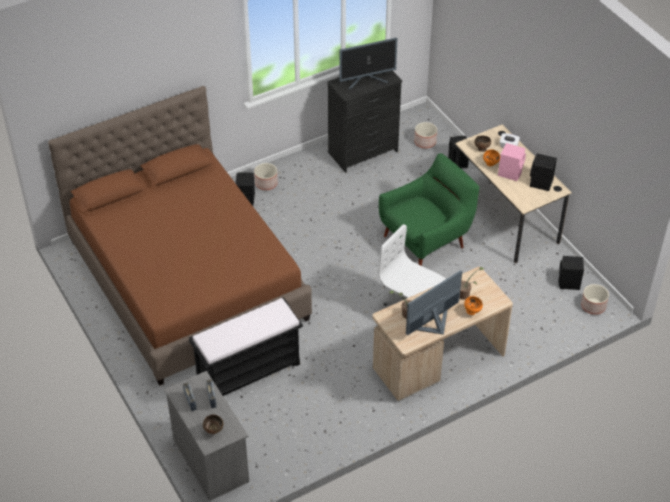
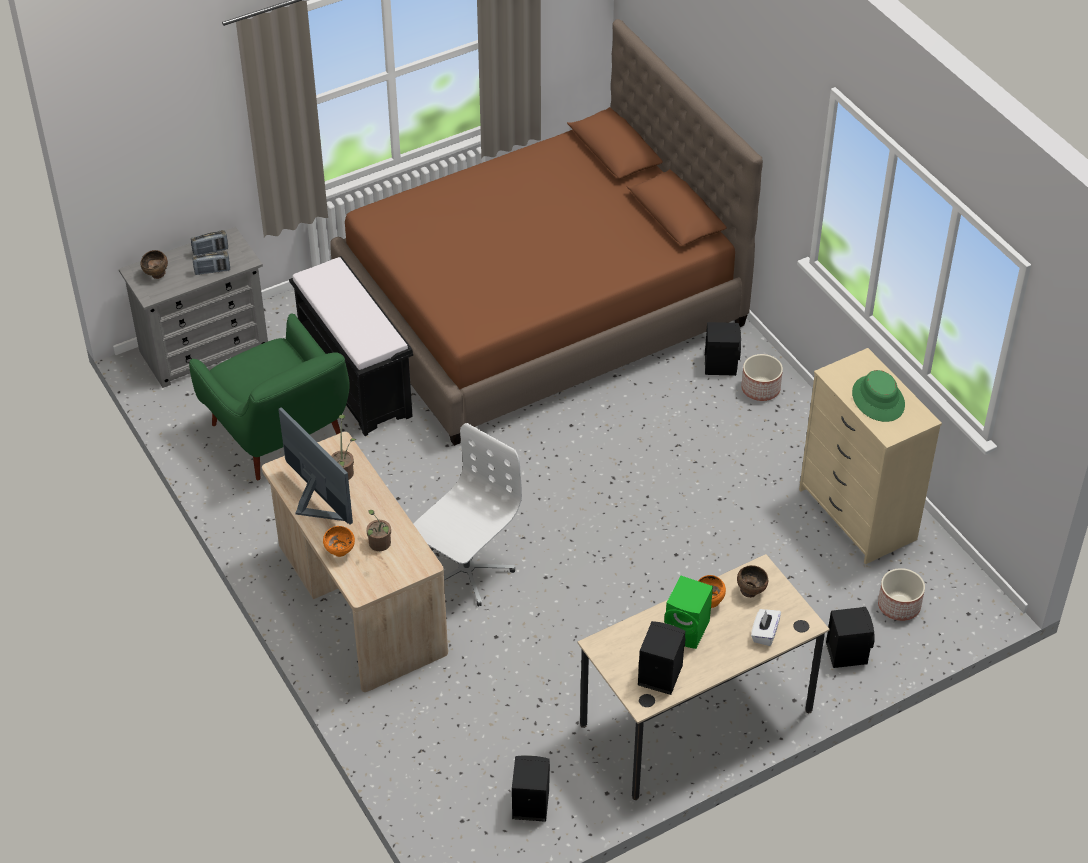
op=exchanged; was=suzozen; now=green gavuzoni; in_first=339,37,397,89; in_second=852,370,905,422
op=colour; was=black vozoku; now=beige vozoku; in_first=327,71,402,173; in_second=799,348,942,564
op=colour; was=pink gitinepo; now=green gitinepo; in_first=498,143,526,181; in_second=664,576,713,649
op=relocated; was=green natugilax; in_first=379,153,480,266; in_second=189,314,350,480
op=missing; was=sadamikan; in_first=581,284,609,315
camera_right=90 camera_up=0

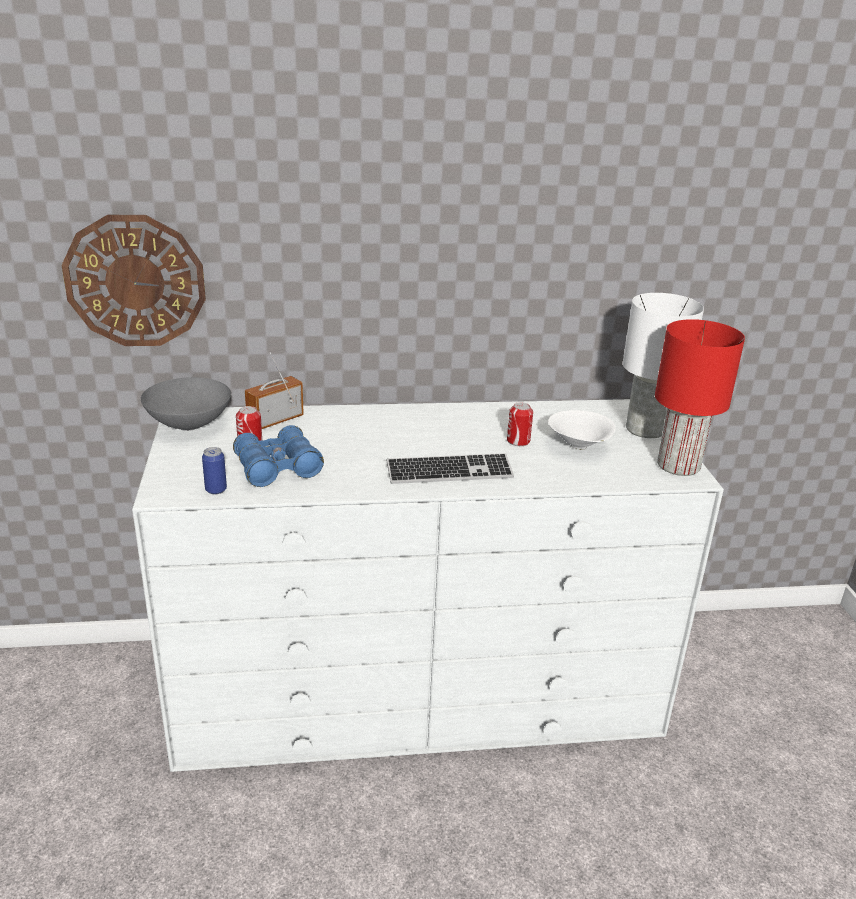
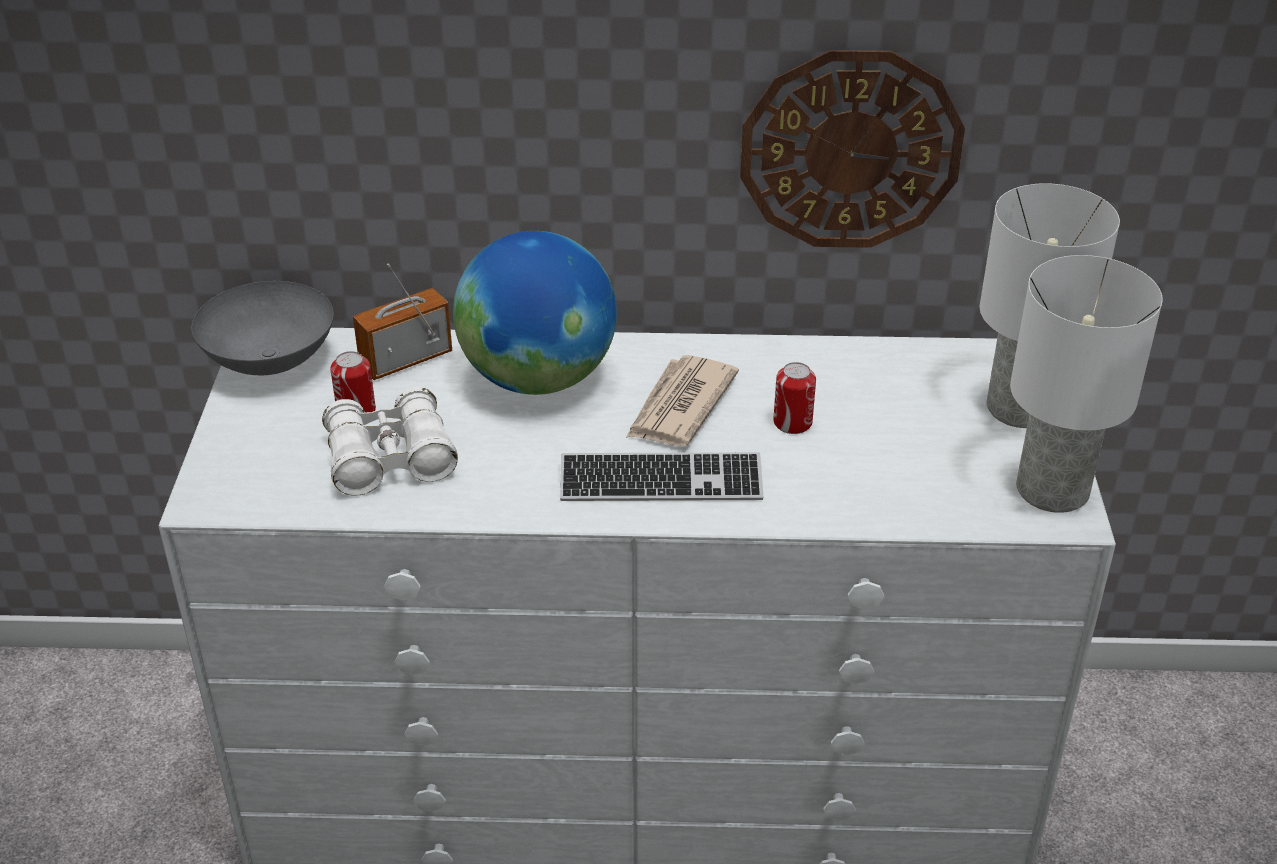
op=relocated; was=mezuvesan; in_first=61,215,206,346; in_second=740,50,965,248
op=colour; was=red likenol; now=white likenol; in_first=655,319,745,476; in_second=1010,255,1163,513
op=missing; was=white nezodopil; in_first=548,410,616,450
op=colour; was=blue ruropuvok; now=white ruropuvok; in_first=233,425,324,487; in_second=322,387,458,496
op=missing; was=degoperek; in_first=202,447,227,494
op=appeared; now=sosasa; in_second=453,231,617,395
op=appeared; now=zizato; in_second=626,355,739,446
camera_right=10 camera_up=10

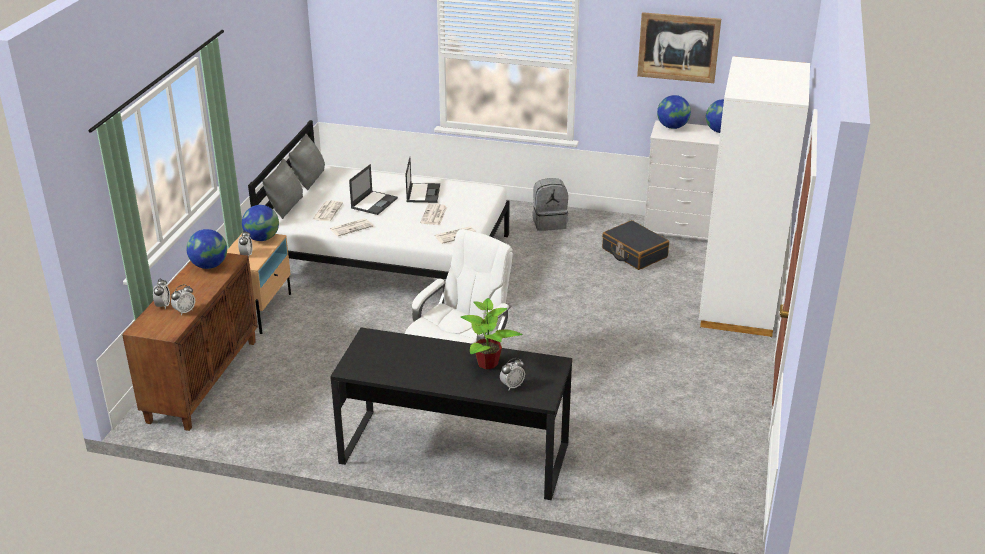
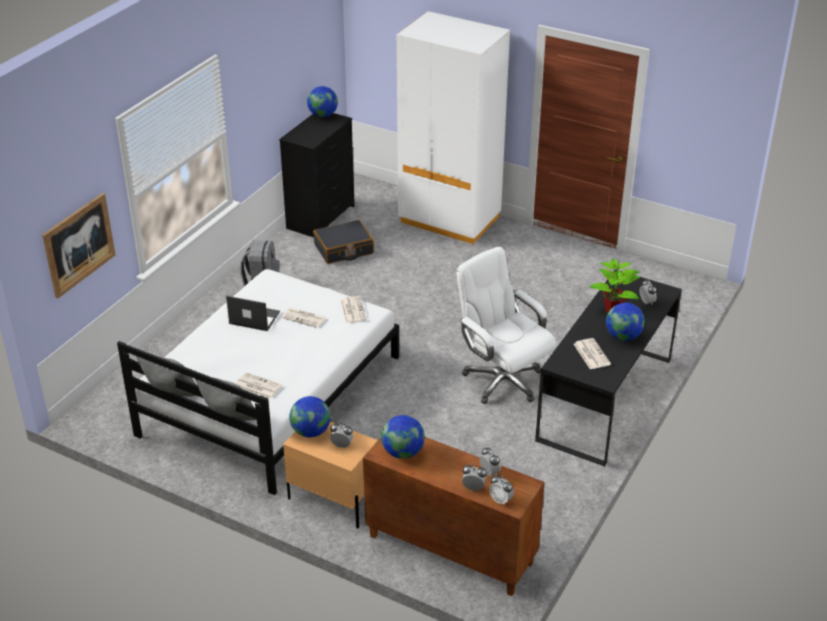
op=relocated; was=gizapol; in_first=637,12,721,83; in_second=42,193,116,299
op=relocated; was=sosasa; in_first=657,95,691,129; in_second=606,303,645,341
op=colour; was=white vozoku; now=black vozoku; in_first=644,121,720,240; in_second=279,113,355,237
op=missing; was=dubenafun; in_first=349,164,398,215
op=relocated; was=zizato; in_first=330,218,373,236; in_second=574,338,611,369
op=appeared; now=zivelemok; in_second=489,475,514,505
camera_right=-75 camera_up=5

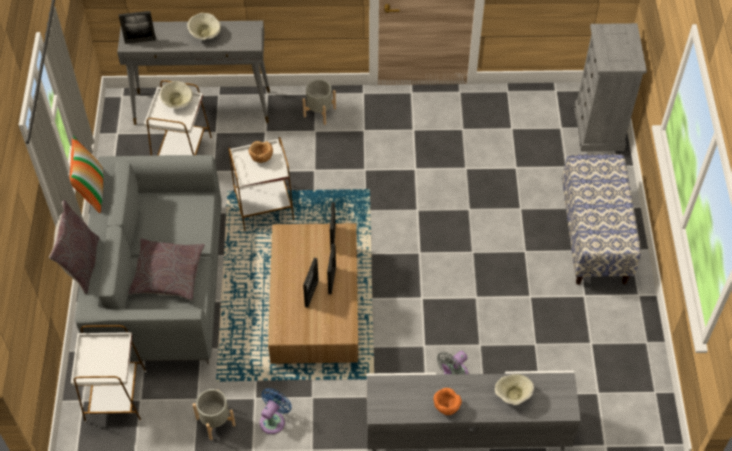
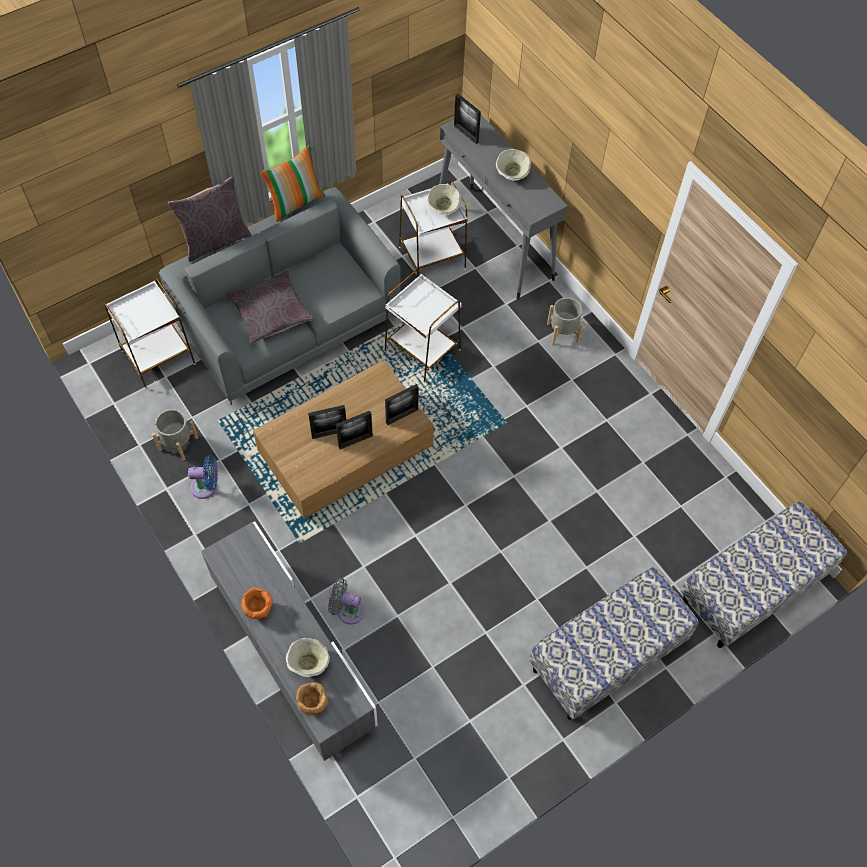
op=exchanged; was=grey vozoku; now=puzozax; in_first=574,23,647,152; in_second=680,501,847,648
op=relocated; was=brown nezodopil; in_first=249,141,273,163; in_second=296,682,329,716
camera_right=55 camera_up=5

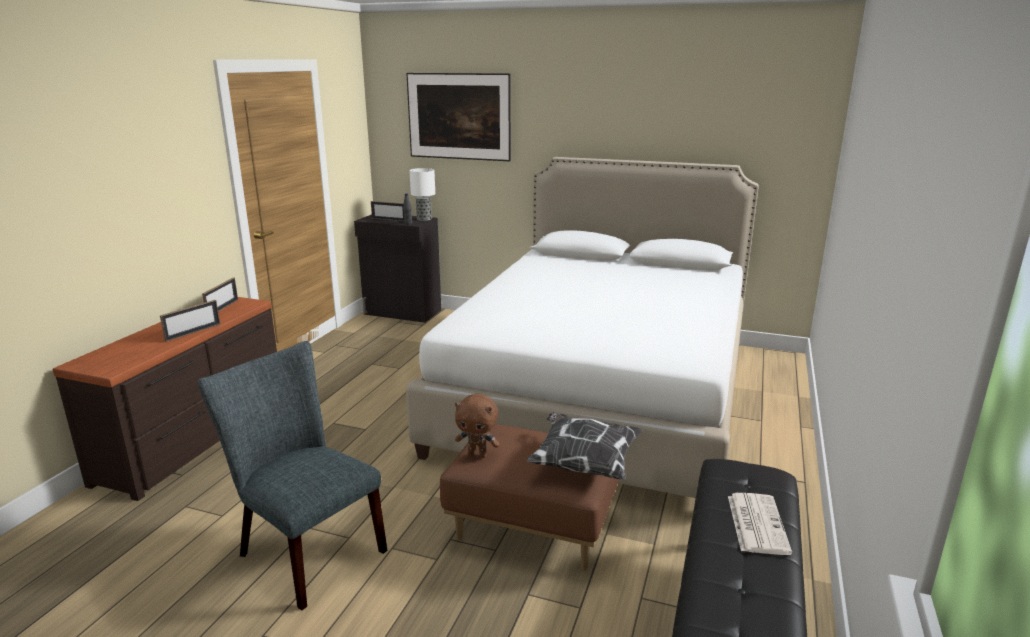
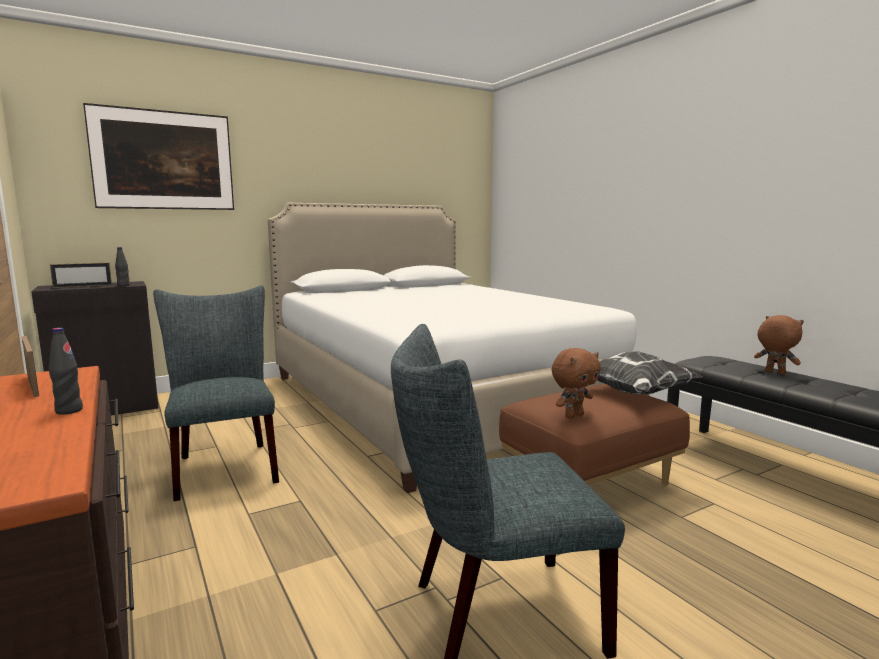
op=missing; was=likenol; in_first=409,168,435,221
op=exchanged; was=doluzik; now=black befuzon; in_first=160,300,220,342; in_second=49,328,83,415
op=exchanged; was=zizato; now=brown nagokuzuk; in_first=728,493,792,555; in_second=754,315,804,375
op=appeared; now=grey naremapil; in_second=153,285,279,501
camera_right=-50 camera_up=-10

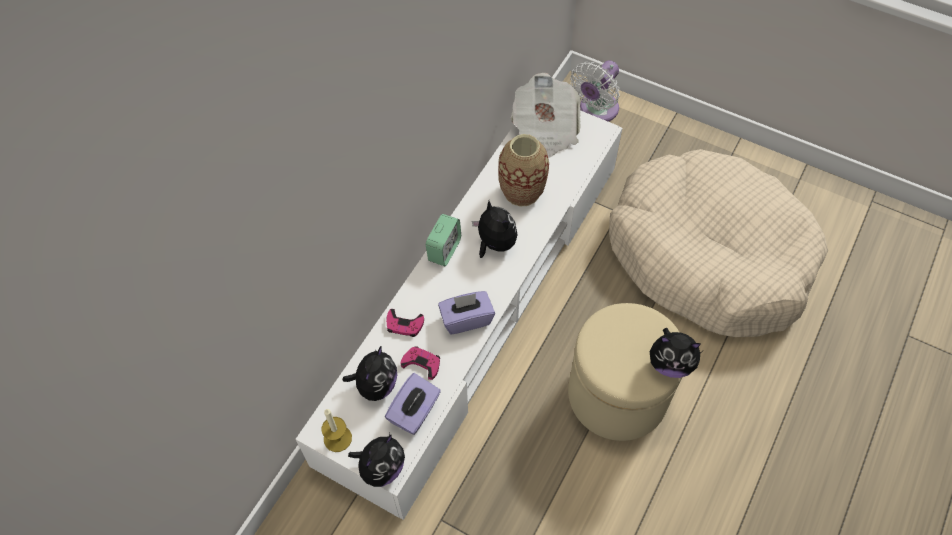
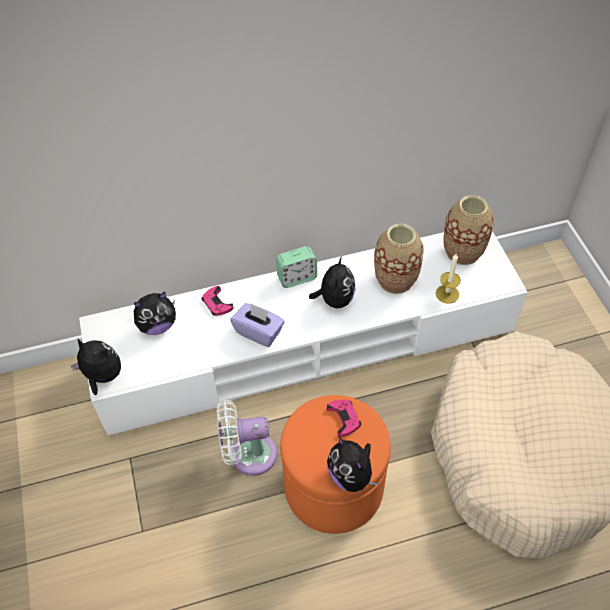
op=relocated; was=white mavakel; in_first=570,61,619,121; in_second=217,400,277,476
op=exchanged; was=zizato; now=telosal; in_first=511,73,581,158; in_second=443,195,494,265
op=colour; was=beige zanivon; now=orange zanivon; in_first=568,303,683,441; in_second=280,395,391,534
op=relocated; was=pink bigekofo; in_first=400,346,440,380; in_second=327,400,361,437
op=missing; was=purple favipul; in_first=385,373,441,435
op=relocated; was=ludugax; in_first=322,409,352,452; in_second=436,254,461,304
op=spun; was=nagokuzuk; in_first=348,431,405,487; in_second=70,339,121,395; clockwise=-150
camera_right=45 camera_up=-5

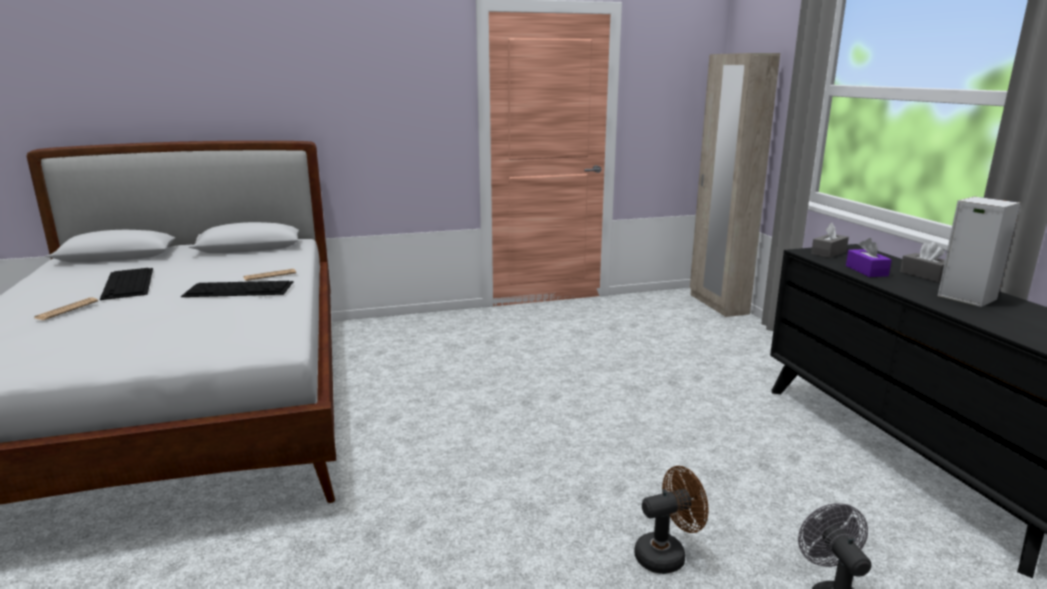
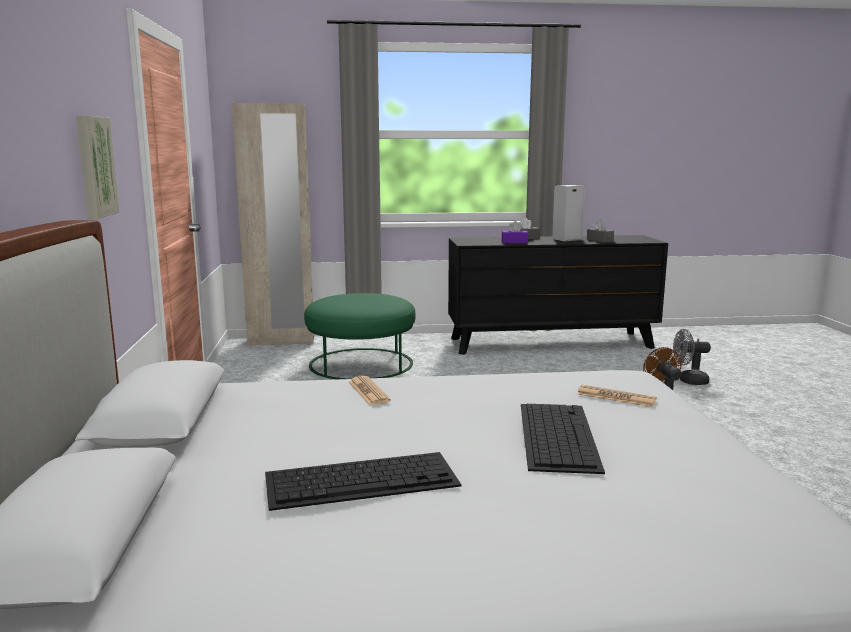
op=relocated; was=grey favipul; in_first=811,223,849,258; in_second=587,220,614,243
op=relocated; was=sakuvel; in_first=181,281,294,297; in_second=521,404,605,474
op=relocated; was=zizato; in_first=34,297,98,320; in_second=577,385,657,407
op=appeared; now=gizapol; in_second=76,115,120,219
op=appeared; now=green zanivon; in_second=304,293,415,379
camera_right=-80 camera_up=-5

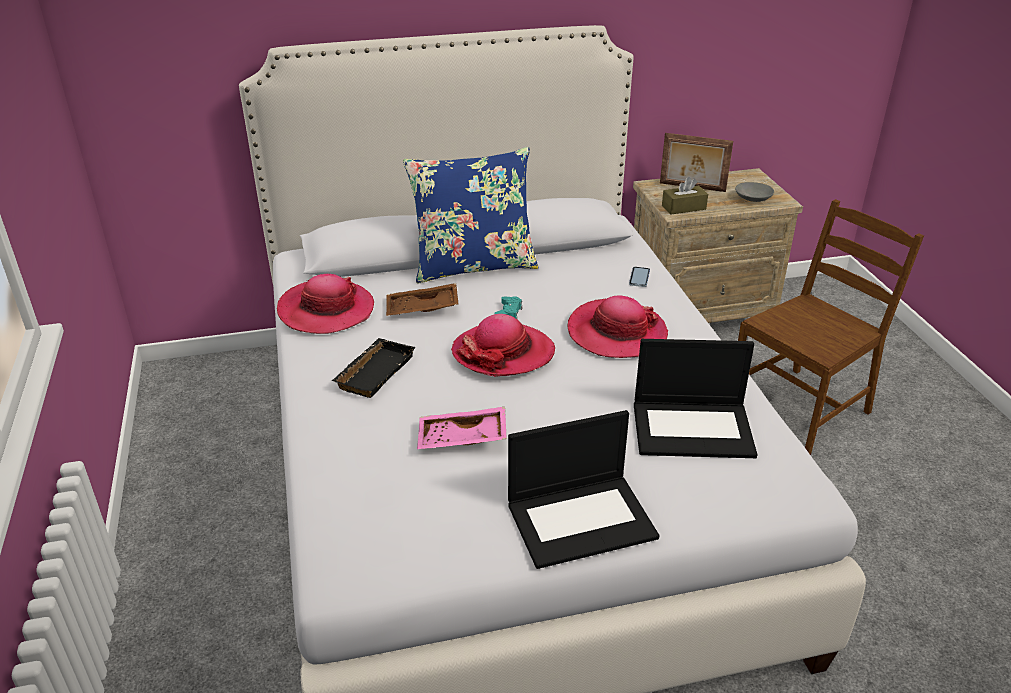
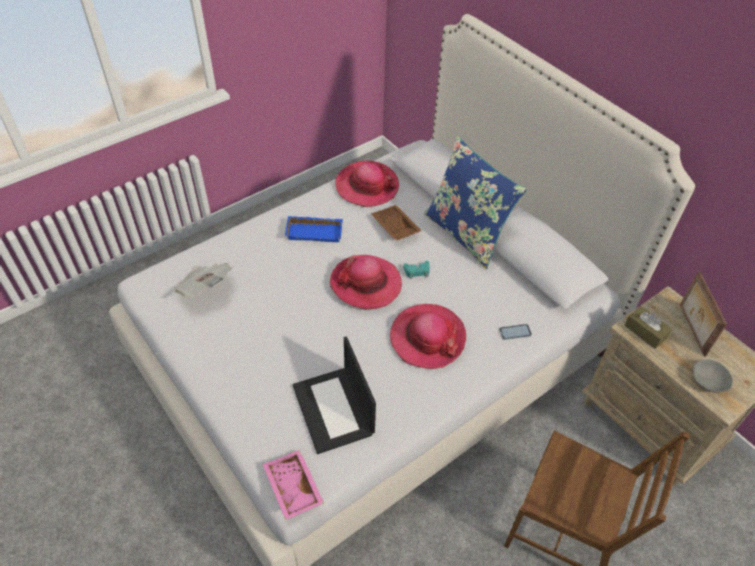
op=colour; was=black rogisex; now=blue rogisex; in_first=331,338,416,398; in_second=285,216,343,242
op=relocated; was=pink rogisex; in_first=417,407,507,449; in_second=263,450,324,520
op=missing; was=dubenafun; in_first=508,410,659,569
op=appeared; now=zizato; in_second=173,263,232,298
camera_right=65 camera_up=15

